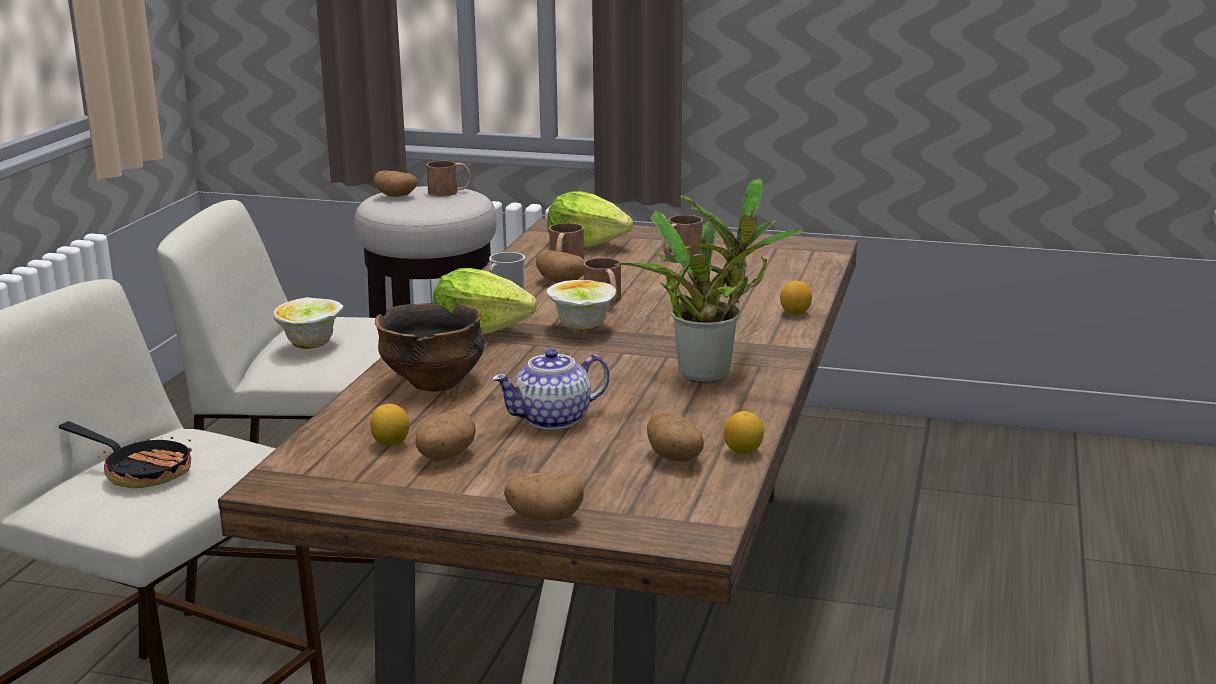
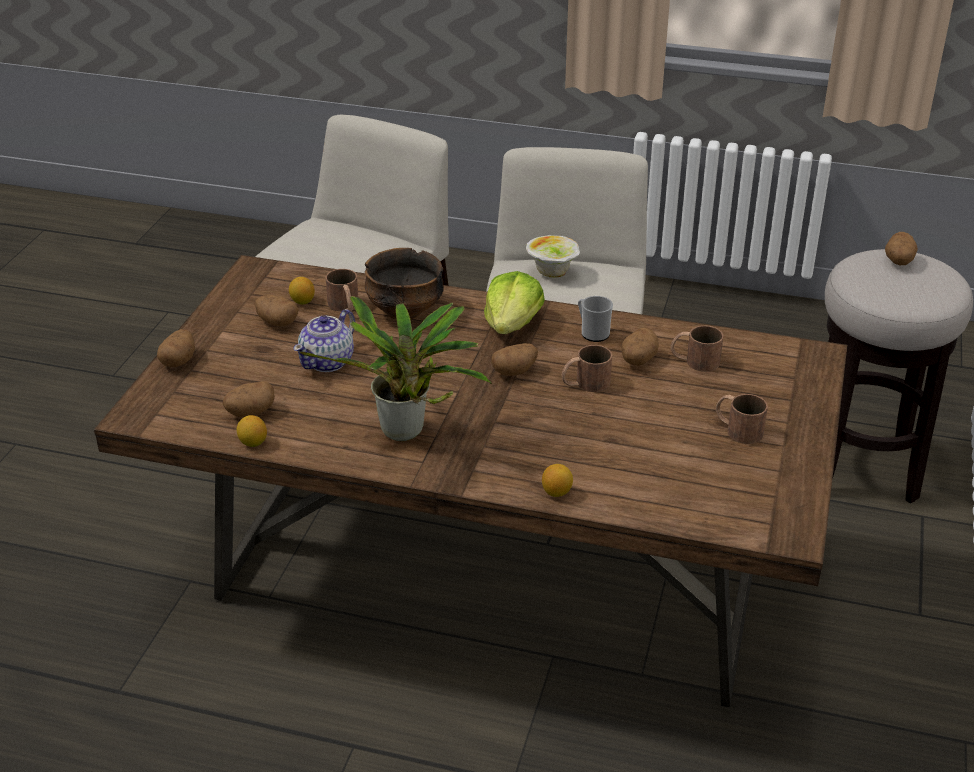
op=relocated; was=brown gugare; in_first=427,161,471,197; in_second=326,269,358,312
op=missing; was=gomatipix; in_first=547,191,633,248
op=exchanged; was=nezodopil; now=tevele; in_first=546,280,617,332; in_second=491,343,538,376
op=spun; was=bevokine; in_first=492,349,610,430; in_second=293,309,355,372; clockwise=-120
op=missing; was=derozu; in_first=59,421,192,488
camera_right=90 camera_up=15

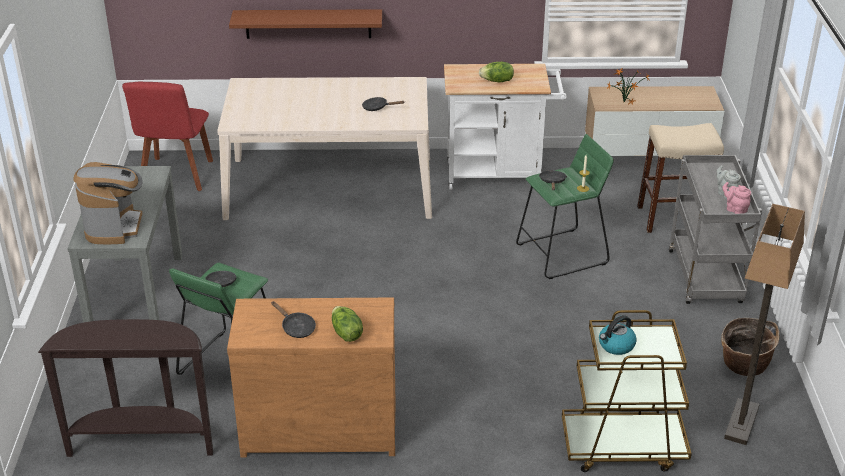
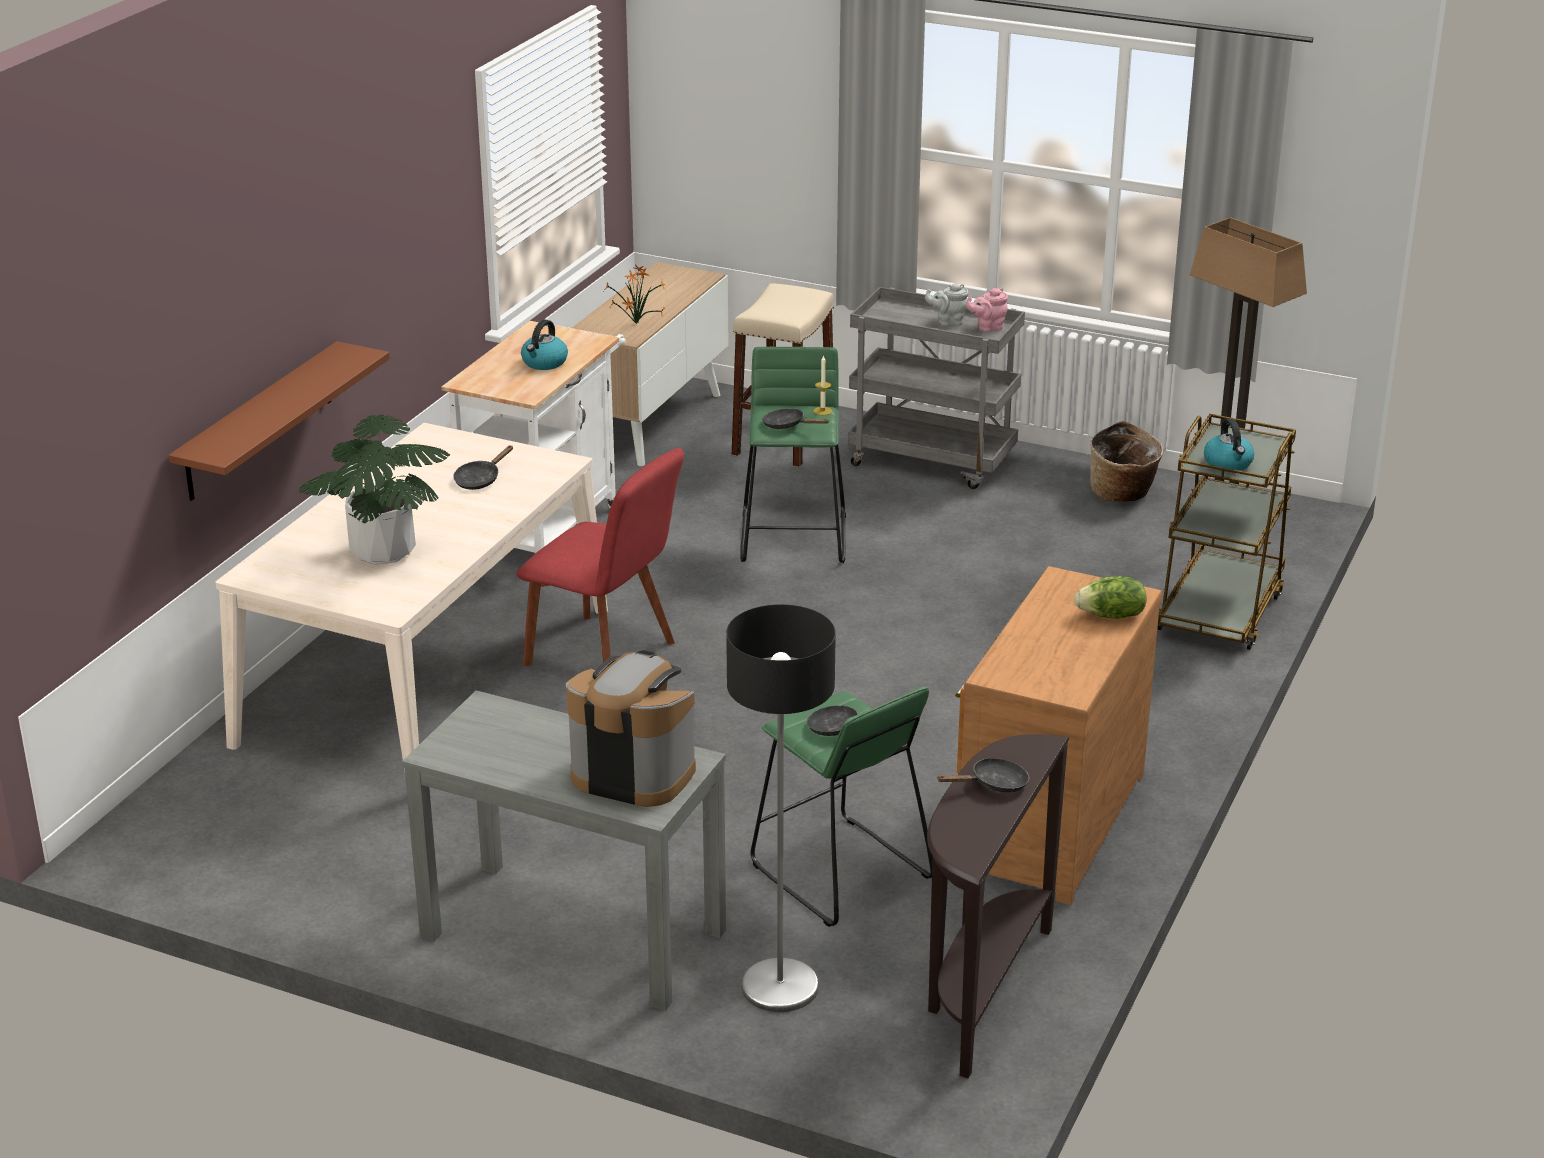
op=exchanged; was=gomatipix; now=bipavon; in_first=479,62,514,82; in_second=521,320,568,370
op=relocated; was=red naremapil; in_first=122,82,213,191; in_second=516,448,684,666
op=relocated; was=black derozu; in_first=271,301,316,338; in_second=937,758,1029,793
op=appeared; now=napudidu; in_second=299,414,450,565
op=appeared; now=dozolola; in_second=726,604,836,1012
camera_right=-65 camera_up=-5

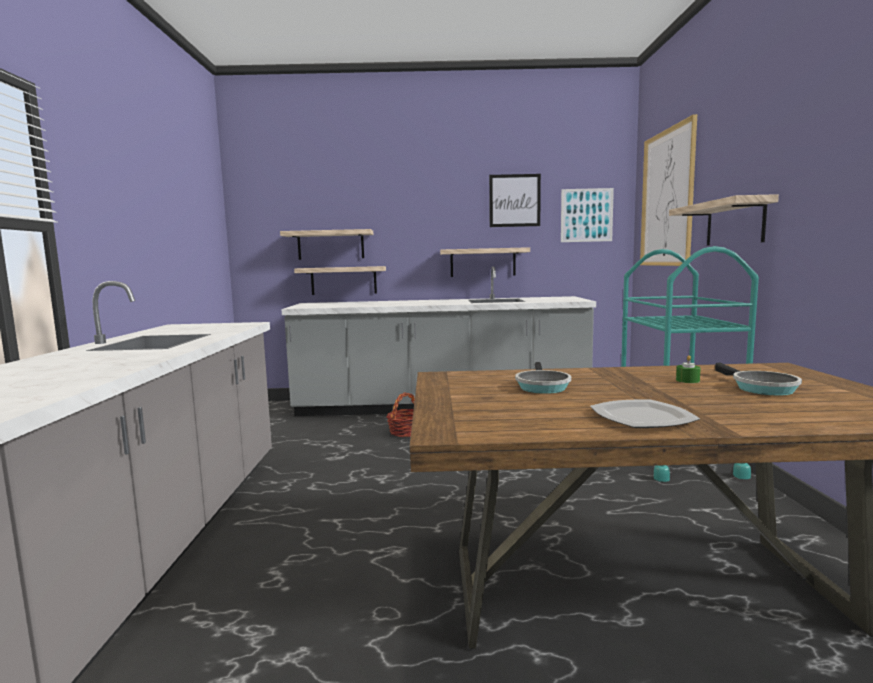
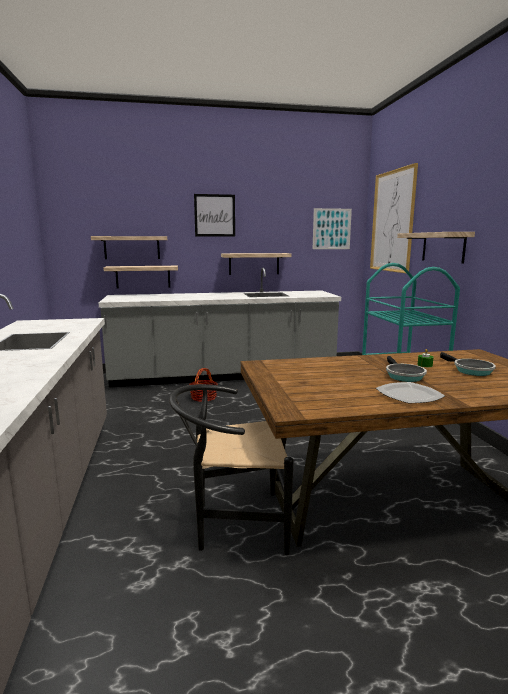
op=relocated; was=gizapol; in_first=489,174,541,227; in_second=194,194,235,237
op=relocated; was=derozu; in_first=515,362,571,394; in_second=386,356,427,382
op=appeared; now=black naremapil; in_second=169,384,293,555
camera_right=-10 camera_up=5

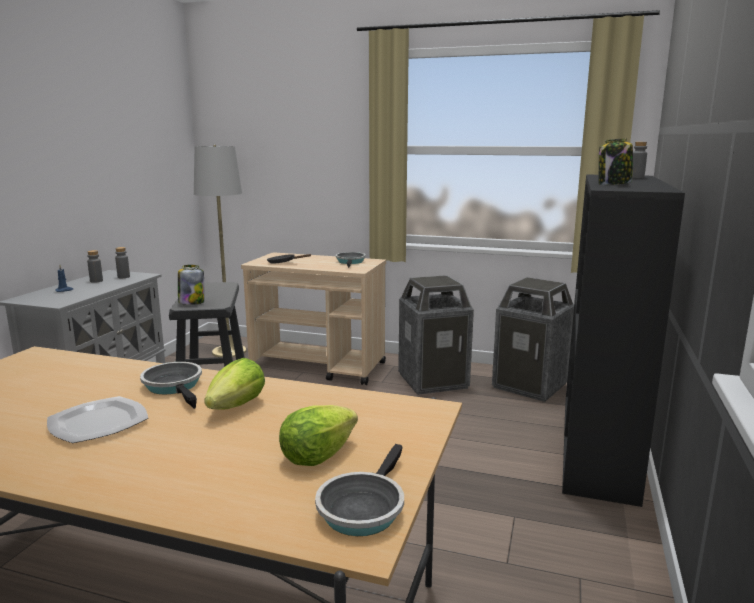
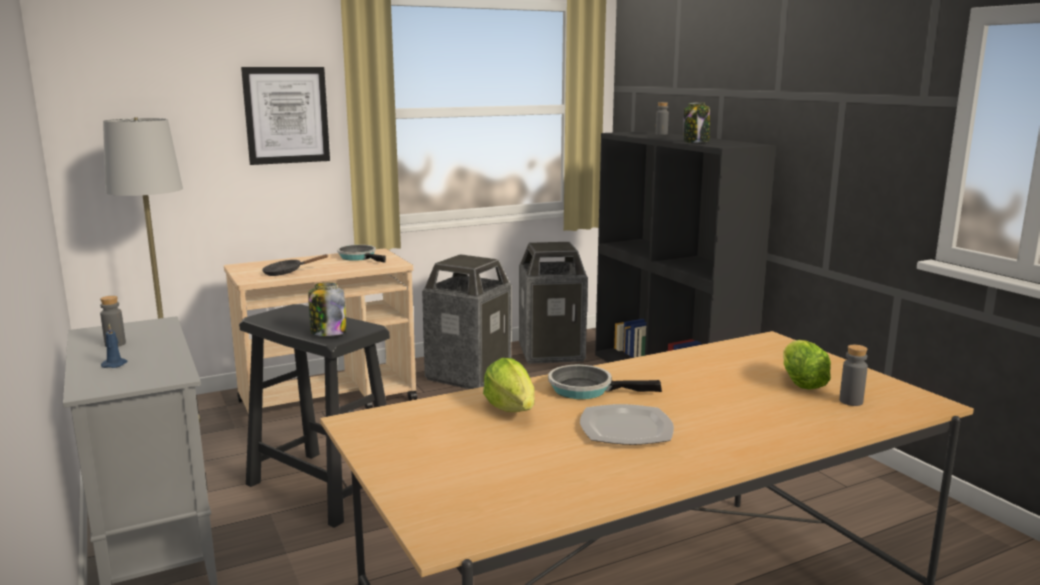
op=relocated; was=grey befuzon; in_first=115,247,130,278; in_second=839,345,868,406
op=relocated; was=gomatipix; in_first=204,358,265,410; in_second=483,358,535,412
op=missing; was=derozu; in_first=315,444,404,536
op=appeared; now=gizapol; in_second=241,67,330,165
camera_right=-45 camera_up=0

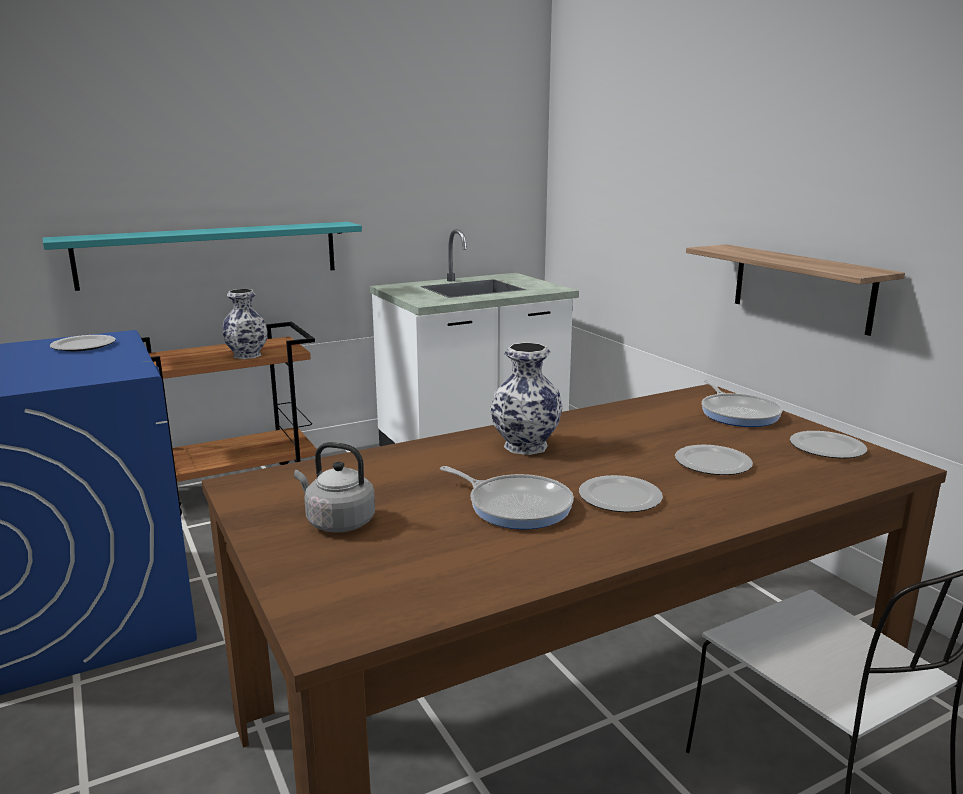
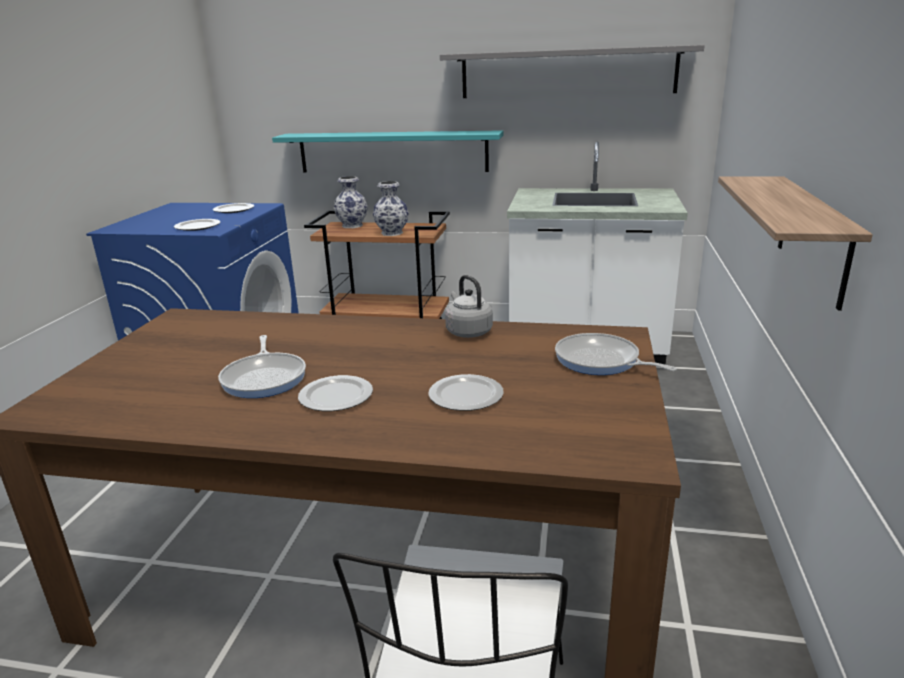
op=relocated; was=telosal; in_first=490,342,563,455; in_second=334,176,368,228
op=spun; was=derozu; in_first=702,380,783,427; in_second=555,333,677,375; clockwise=105
op=relocated; was=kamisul; in_first=790,431,867,459; in_second=174,219,220,231
op=relocated; was=grey bipavon; in_first=294,442,375,533; in_second=445,275,493,338
op=appeared; now=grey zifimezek; in_second=440,45,705,98
camera_right=40 camera_up=5

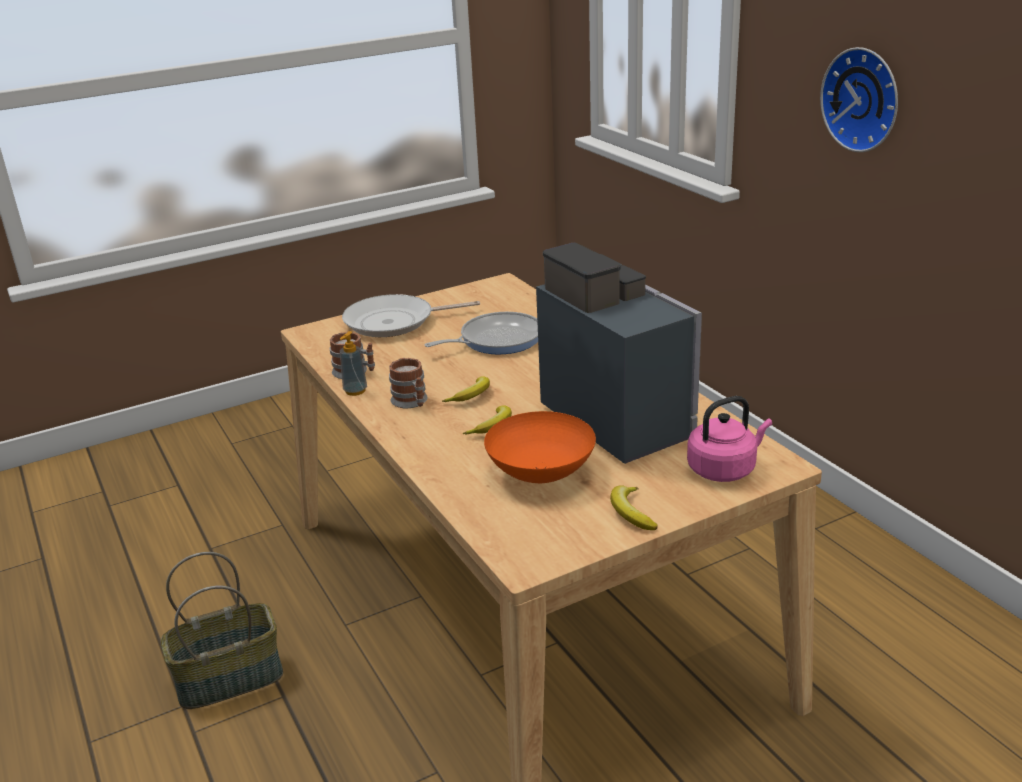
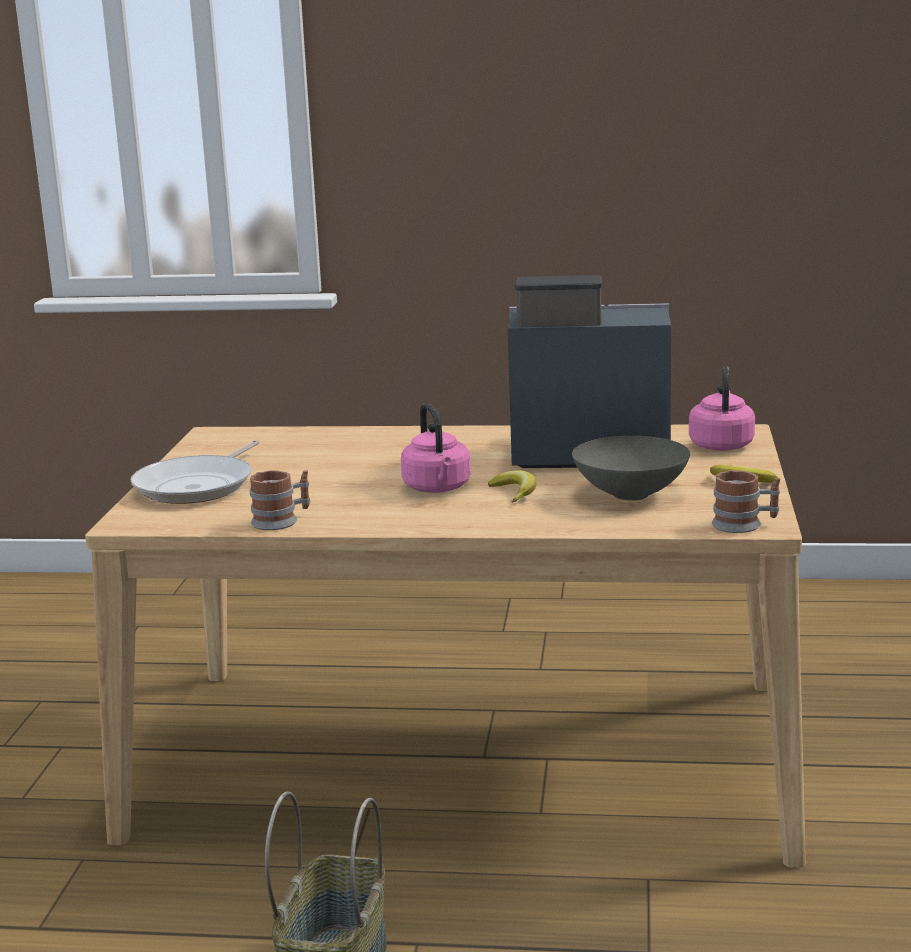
op=missing; was=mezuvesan; in_first=820,47,898,152
op=missing; was=derozu; in_first=424,312,538,354
op=missing; was=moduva; in_first=340,331,367,396
op=relocated; was=gugare; in_first=389,358,428,408; in_second=712,470,780,533
op=exchanged; was=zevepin; now=pink bipavon; in_first=442,376,490,402; in_second=401,403,471,493
op=colour; was=orange nezodopil; now=grey nezodopil; in_first=484,411,596,483; in_second=572,436,690,501
camera_right=-55 camera_up=-10

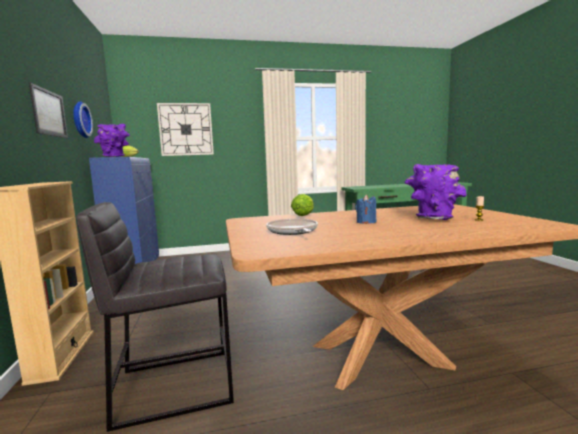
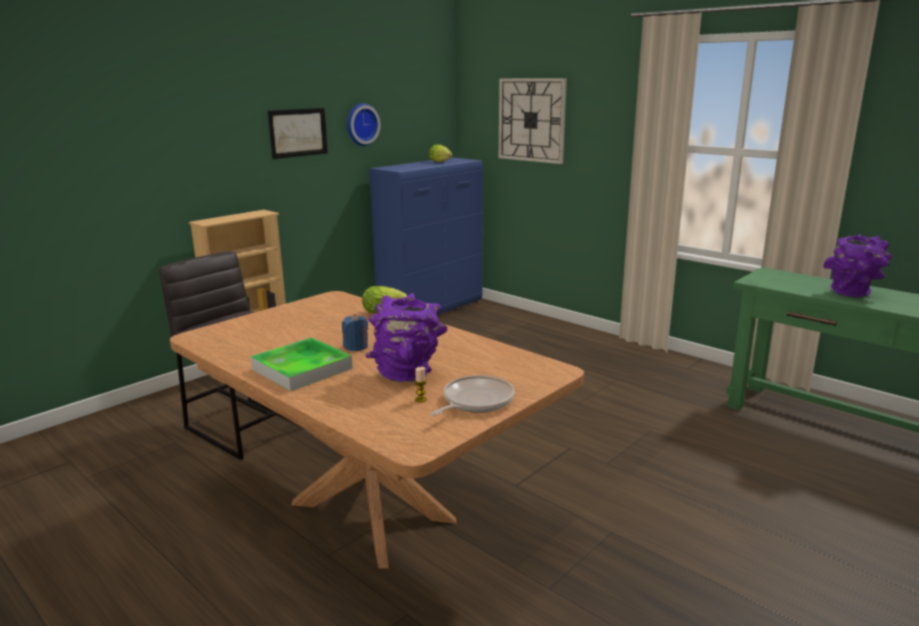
op=relocated; was=purple telosal; in_first=94,124,130,157; in_second=823,235,892,298
op=relocated; was=derozu; in_first=266,219,318,235; in_second=430,375,515,416
op=appeared; now=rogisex; in_second=250,337,353,391
camera_right=55 camera_up=10

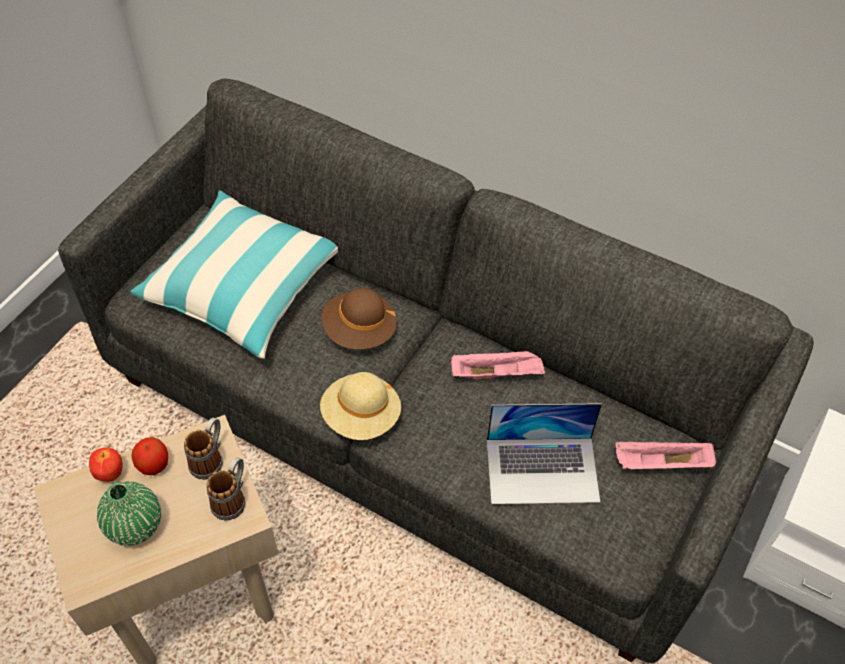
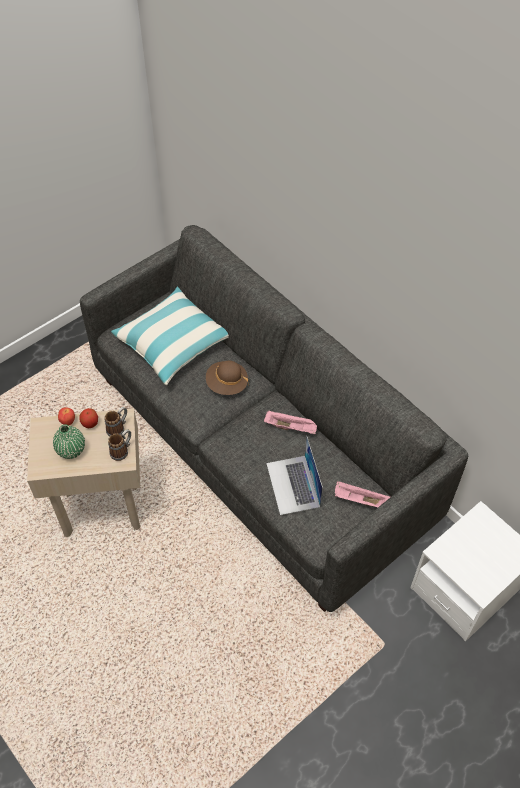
op=missing; was=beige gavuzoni; in_first=320,372,401,440
op=spun; was=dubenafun; in_first=487,403,602,504; in_second=266,436,323,515; clockwise=60
camera_right=20 camera_up=0

